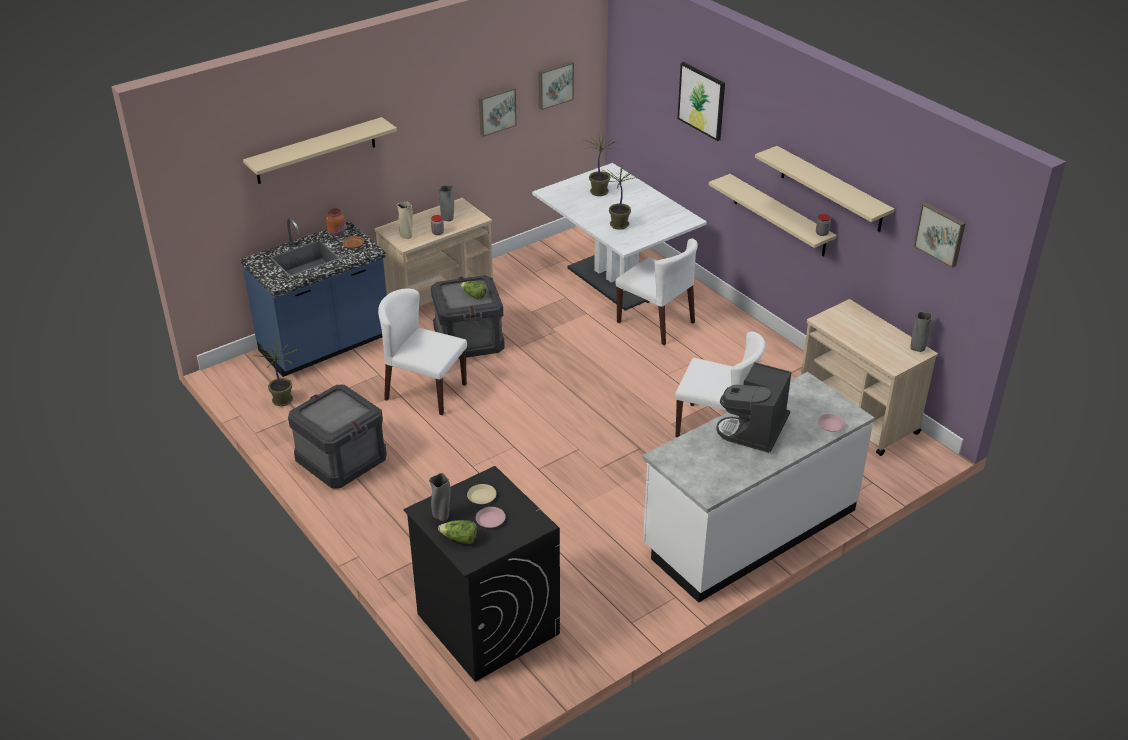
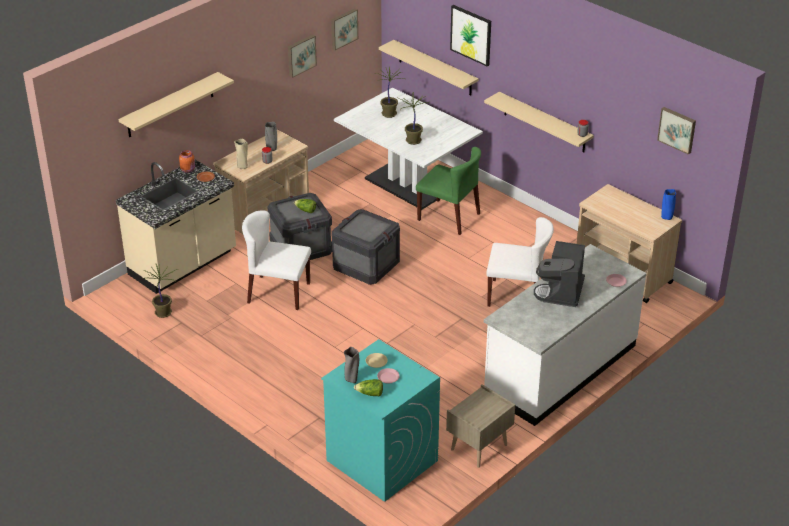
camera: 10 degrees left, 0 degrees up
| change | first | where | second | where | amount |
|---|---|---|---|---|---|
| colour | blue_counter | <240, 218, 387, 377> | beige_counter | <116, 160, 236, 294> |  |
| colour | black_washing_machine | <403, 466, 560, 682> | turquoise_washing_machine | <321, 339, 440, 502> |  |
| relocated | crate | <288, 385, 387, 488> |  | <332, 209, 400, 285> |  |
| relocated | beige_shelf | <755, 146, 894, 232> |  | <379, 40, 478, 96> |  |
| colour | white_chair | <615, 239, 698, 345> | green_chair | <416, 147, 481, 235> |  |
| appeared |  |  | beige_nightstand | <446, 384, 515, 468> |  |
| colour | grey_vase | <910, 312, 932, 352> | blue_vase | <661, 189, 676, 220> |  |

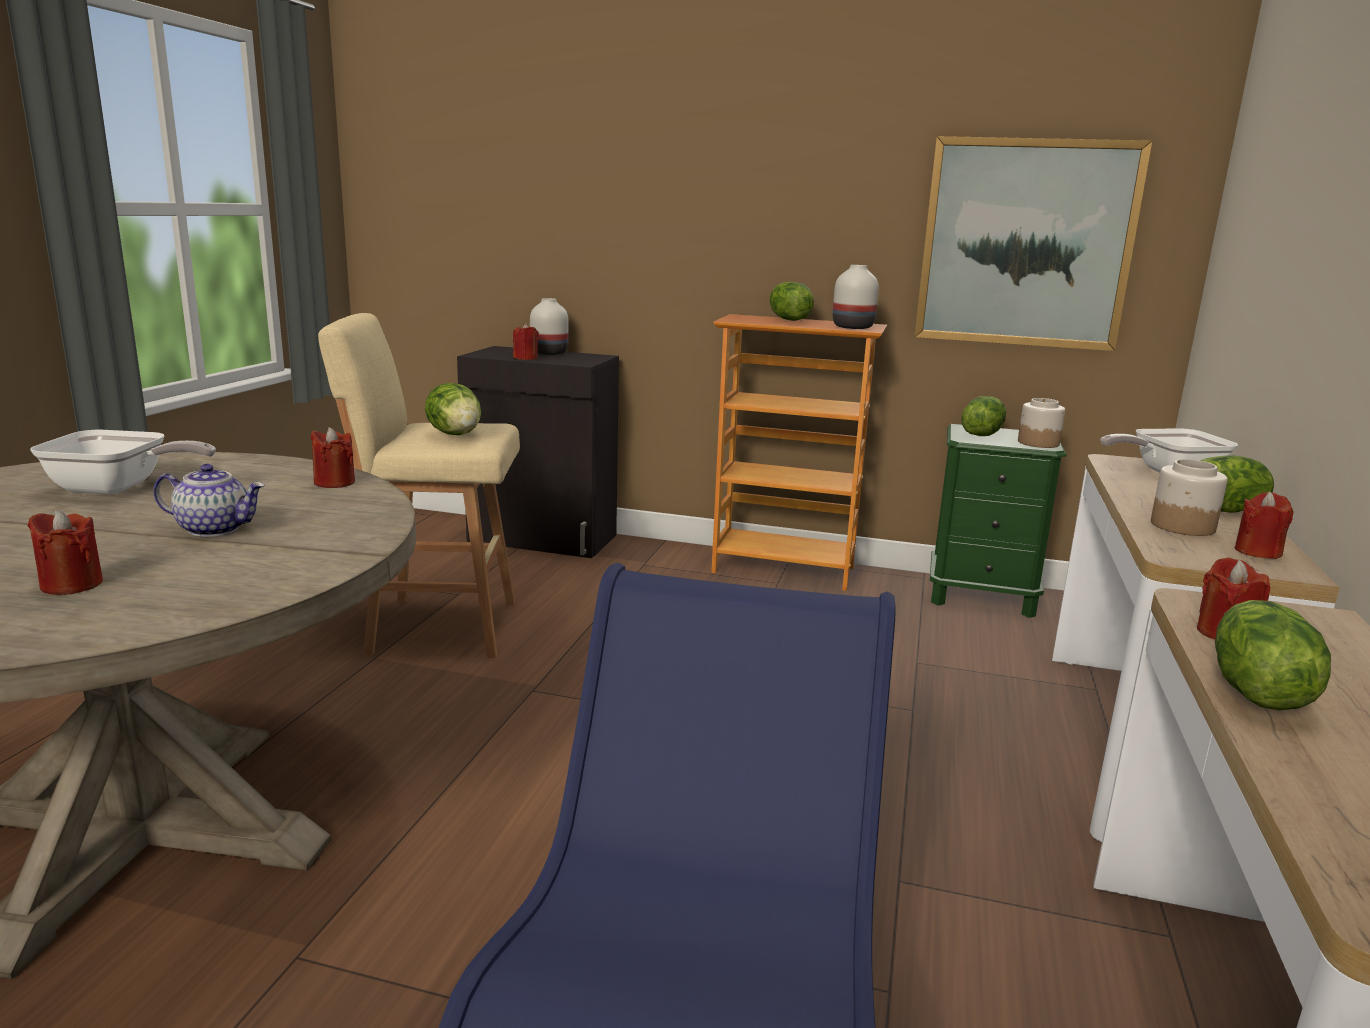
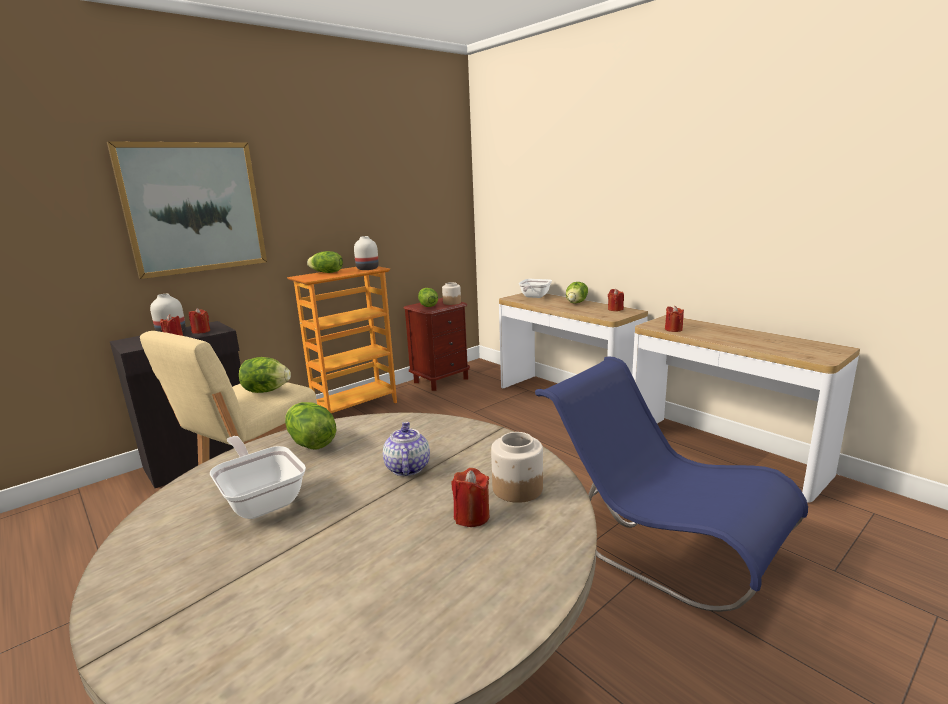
camera: 55 degrees left, 0 degrees up
| change | first | where | second | where | amount |
|---|---|---|---|---|---|
| relocated | picture | <914, 136, 1152, 351> |  | <107, 141, 267, 279> |  |
| relocated | red_candle | <311, 427, 355, 488> |  | <189, 308, 210, 334> |  |
| spun | frying_pan | <30, 430, 216, 494> |  | <210, 436, 306, 519> | 75 degrees counterclockwise |
| relocated | lettuce | <1215, 600, 1331, 711> |  | <285, 402, 336, 450> |  |
| spun | teapot | <153, 464, 265, 537> |  | <383, 422, 430, 476> | 45 degrees counterclockwise |
| colour | green_nightstand | <930, 424, 1067, 618> | brown_nightstand | <403, 298, 470, 391> |  |
| relocated | jar | <1151, 459, 1228, 536> |  | <491, 432, 543, 503> |  |

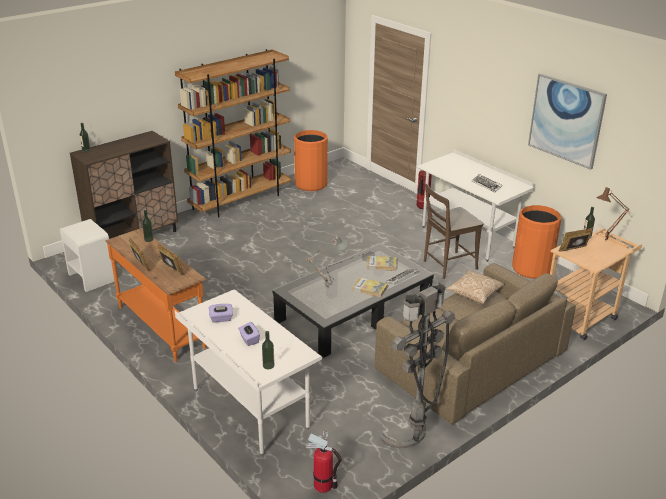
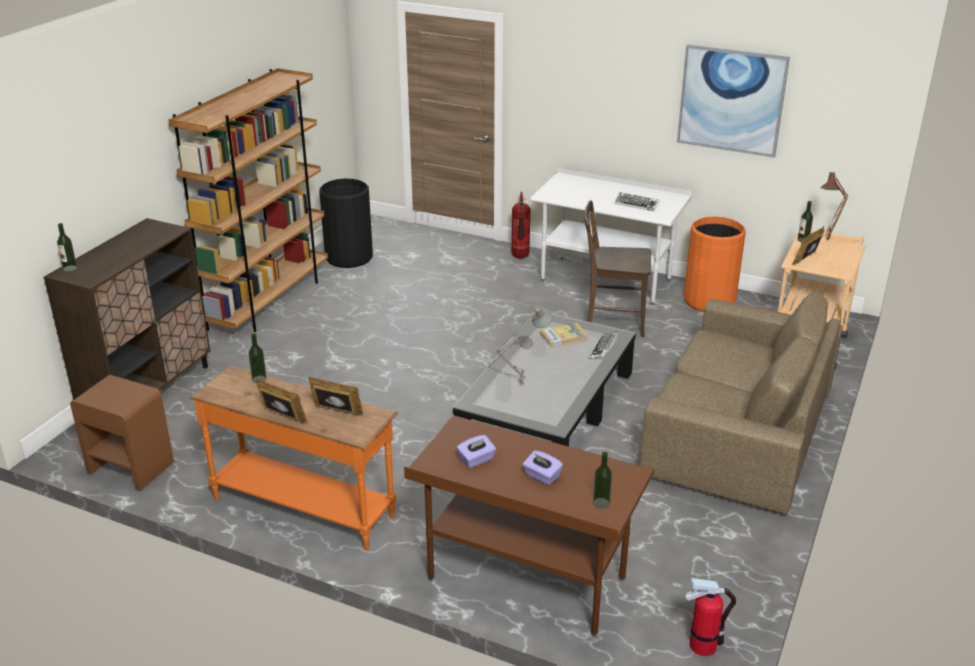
camera: 25 degrees left, 0 degrees up
| change | first | where | second | where | amount |
|---|---|---|---|---|---|
| colour | white_nightstand | <60, 219, 115, 292> | brown_nightstand | <70, 375, 174, 491> |  |
| colour | orange_trash_can | <294, 130, 328, 191> | black_trash_can | <319, 179, 373, 268> |  |
| colour | white_desk | <175, 289, 322, 456> | brown_desk | <404, 415, 654, 637> |  |
| spun | brown_chair | <424, 184, 483, 279> |  | <584, 200, 651, 337> | 60 degrees clockwise |
| missing | book | <352, 277, 388, 298> |  |  |  |
| missing | grey_floor_lamp | <381, 283, 455, 448> |  |  |  |
| missing | pillow | <446, 270, 504, 304> |  |  |  |

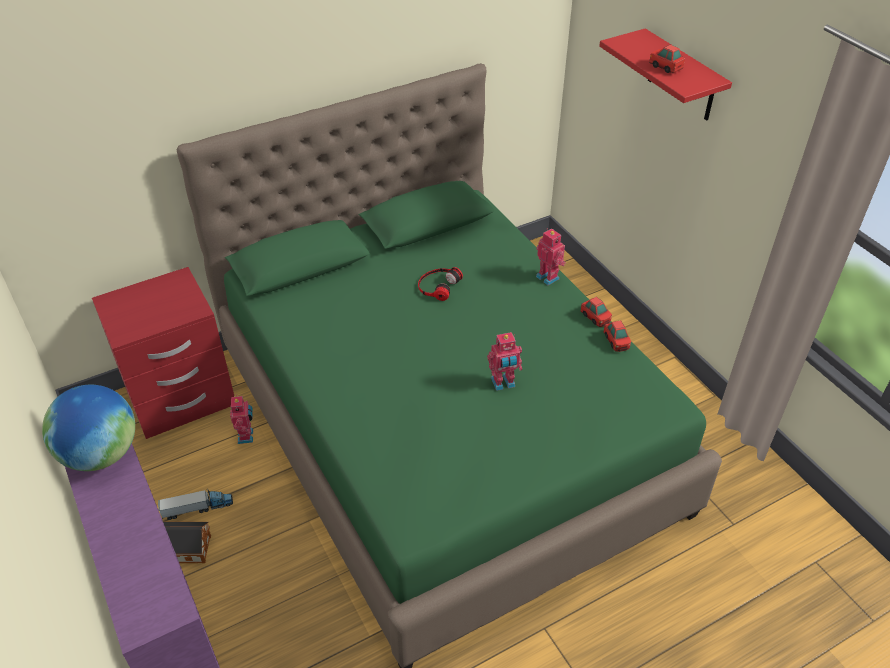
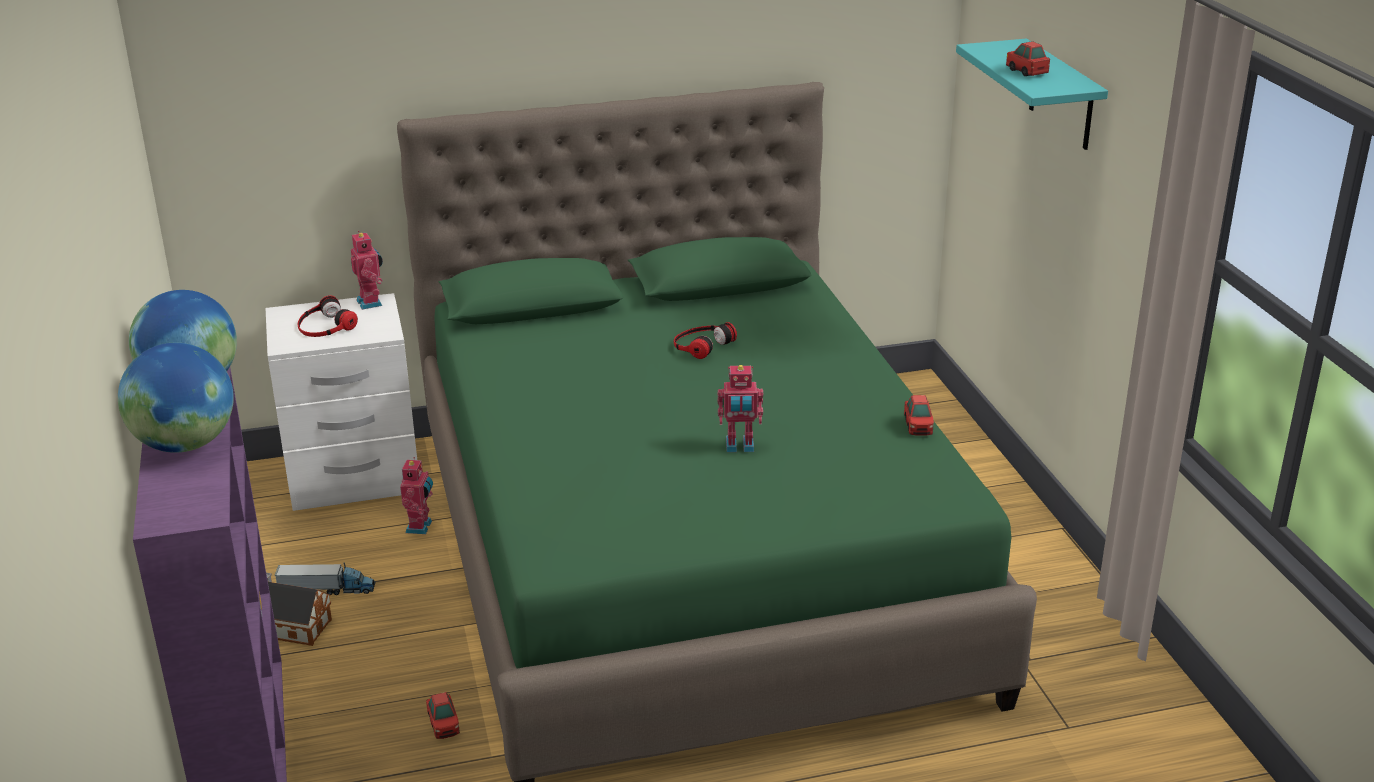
camera: 15 degrees right, 15 degrees down
| change | first | where | second | where | amount |
|---|---|---|---|---|---|
| appeared |  |  | globe | <118, 343, 234, 453> |  |
| colour | red_nightstand | <92, 267, 234, 439> | white_nightstand | <266, 293, 417, 511> |  |
| appeared |  |  | headphones | <298, 295, 358, 337> |  |
| relocated | toy_robot | <536, 228, 566, 285> |  | <351, 230, 383, 310> |  |
| relocated | toy_car | <581, 297, 612, 327> |  | <426, 692, 460, 739> |  |
| colour | red_shelf | <599, 28, 732, 121> | turquoise_shelf | <956, 39, 1108, 150> |  |

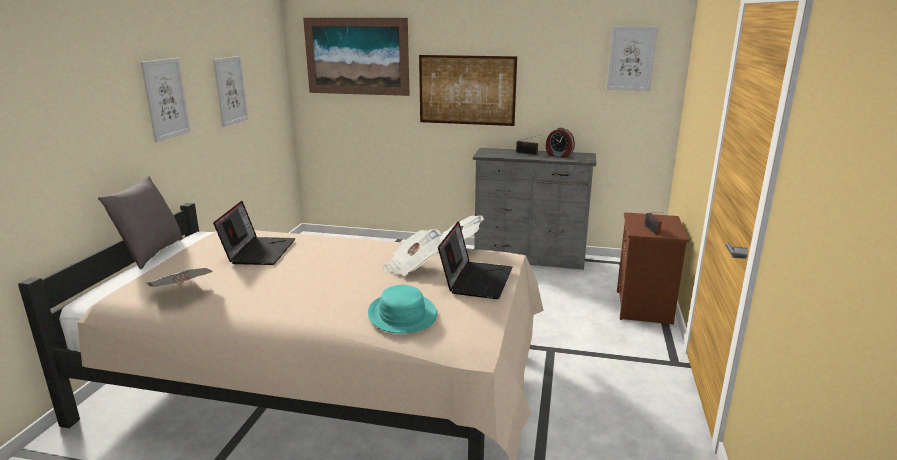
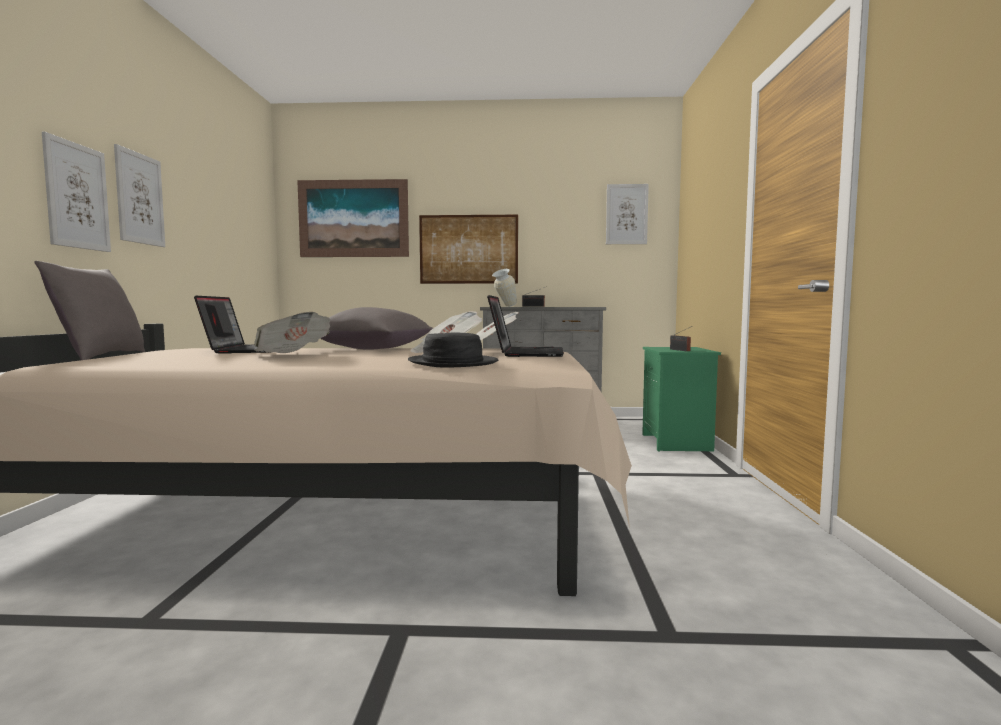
camera: 10 degrees left, 15 degrees down
| change | first | where | second | where | amount |
|---|---|---|---|---|---|
| relocated | picture | <213, 56, 248, 127> |  | <42, 132, 111, 252> |  |
| relocated | newspaper | <147, 268, 213, 287> |  | <254, 312, 331, 353> |  |
| appeared |  |  | grey_pillow | <320, 307, 433, 349> |  |
| colour | turquoise_hat | <368, 285, 437, 333> | black_hat | <408, 332, 498, 368> |  |
| appeared |  |  | vase | <492, 269, 517, 307> |  |
| colour | brown_nightstand | <617, 212, 689, 324> | green_nightstand | <642, 347, 721, 451> |  |
| missing | alarm_clock | <546, 128, 575, 158> |  |  |  |

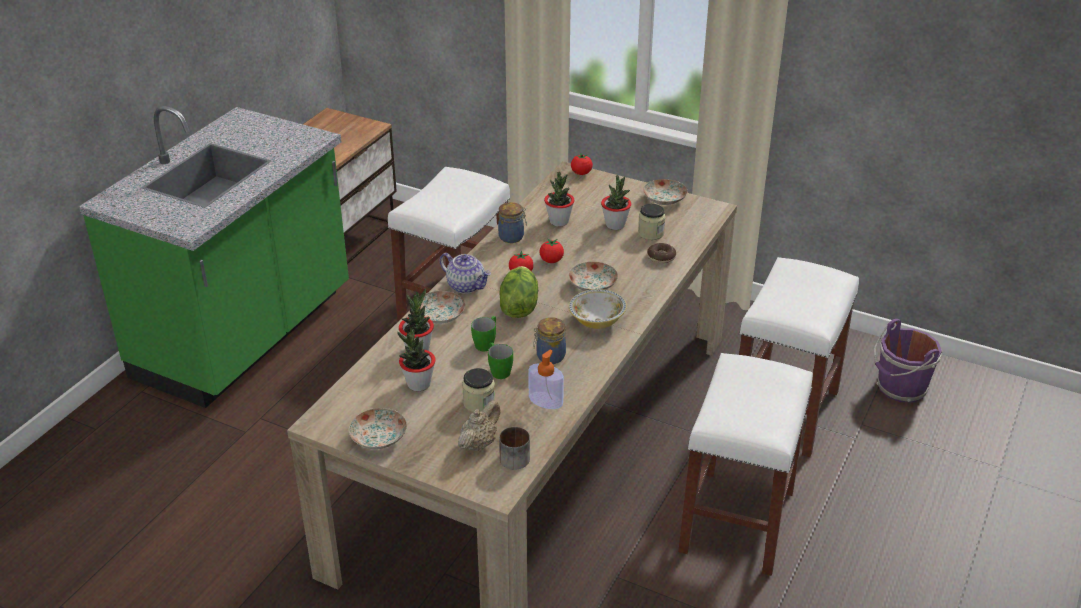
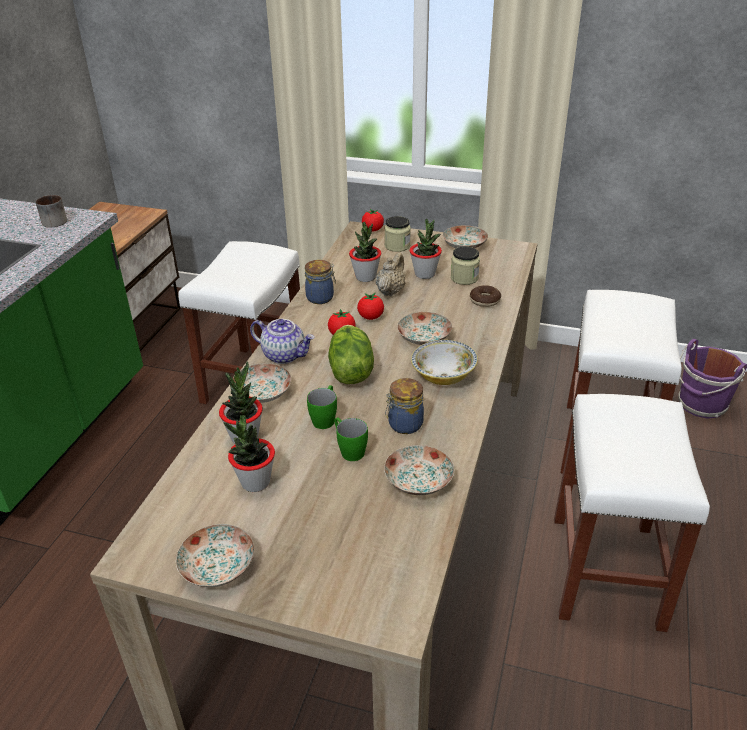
camera: 10 degrees left, 0 degrees up
| change | first | where | second | where | amount |
|---|---|---|---|---|---|
| relocated | mug | <499, 427, 530, 470> |  | <36, 195, 67, 227> |  |
| relocated | beige_teapot | <458, 400, 500, 452> |  | <376, 252, 405, 296> |  |
| relocated | jar | <462, 368, 495, 412> |  | <384, 216, 411, 252> |  |
| exchanged | soap_dispenser | <528, 350, 564, 409> | plate | <384, 445, 454, 495> |  |

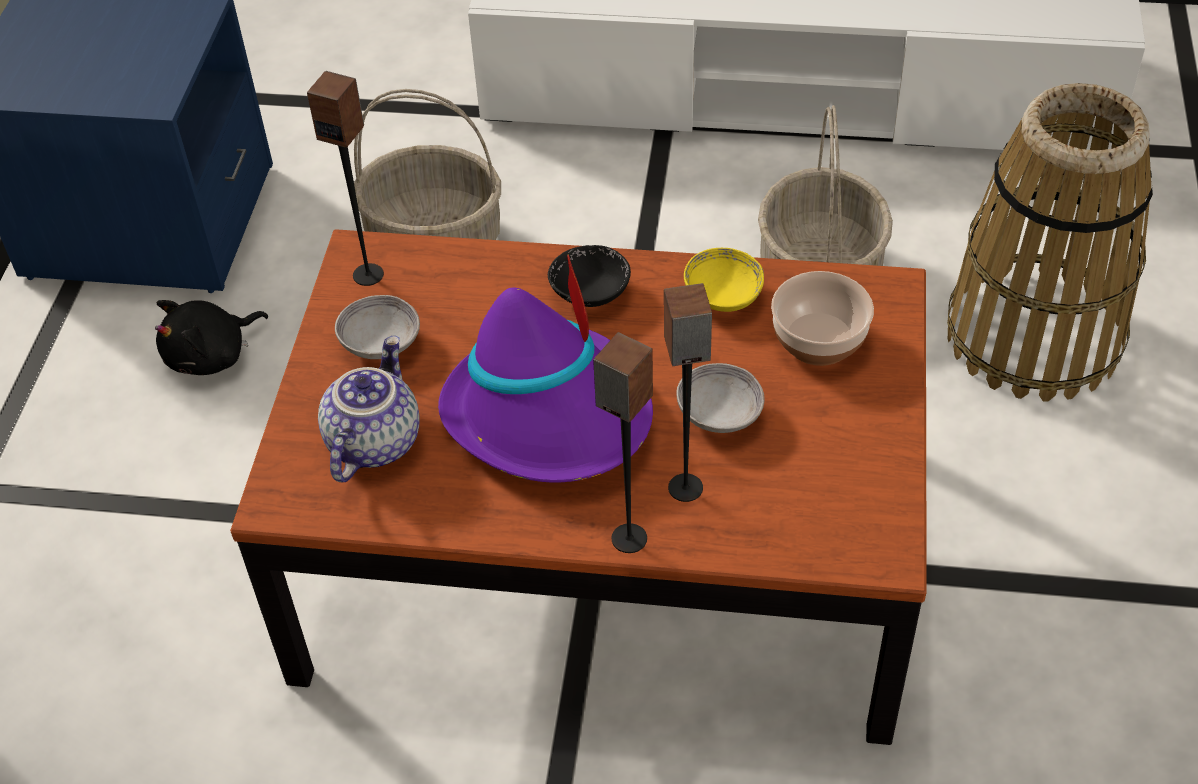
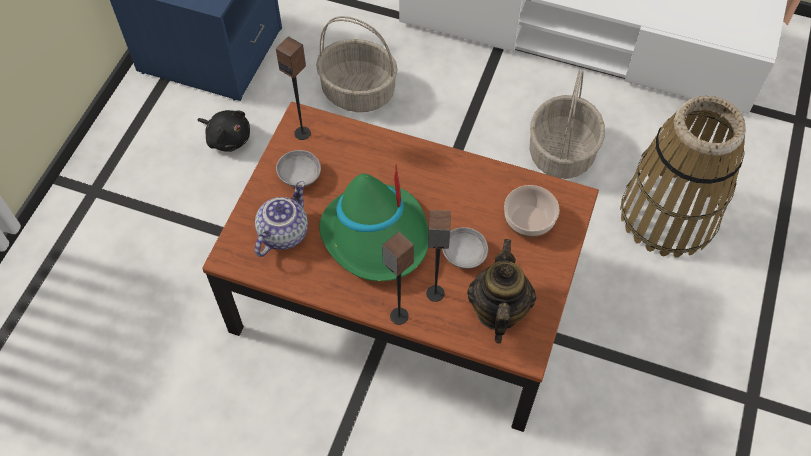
camera: 10 degrees right, 10 degrees up
| change | first | where | second | where | amount |
|---|---|---|---|---|---|
| spun | black_plush_toy | <155, 300, 268, 375> |  | <198, 110, 250, 152> | 120 degrees counterclockwise |
| colour | purple_hat | <438, 255, 653, 482> | green_hat | <319, 163, 429, 281> |  |
| appeared |  |  | teapot | <467, 239, 536, 344> |  |
| missing | black_bowl | <548, 245, 631, 307> |  |  |  |
| missing | yellow_bowl | <684, 248, 764, 312> |  |  |  |

